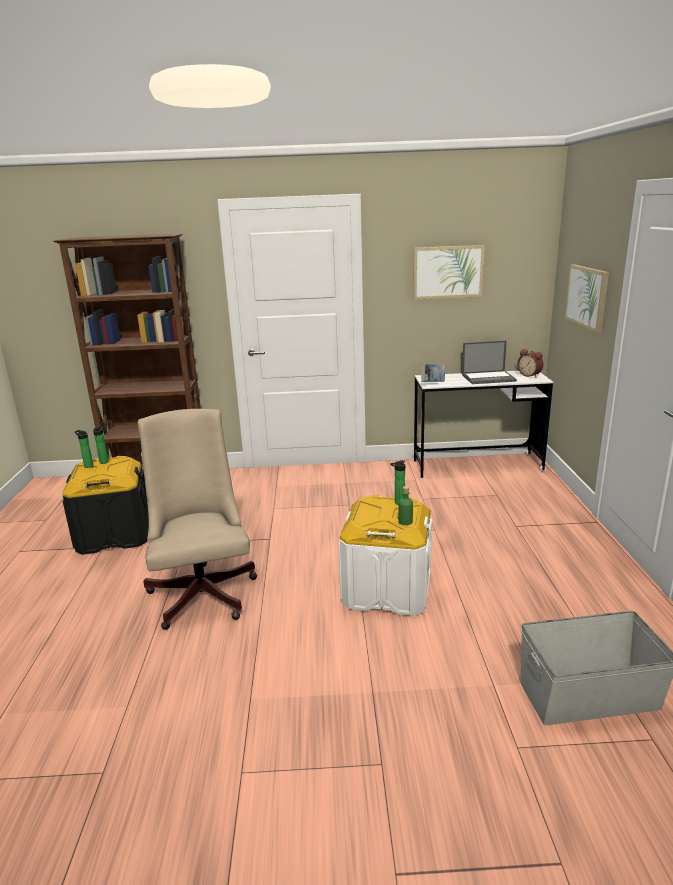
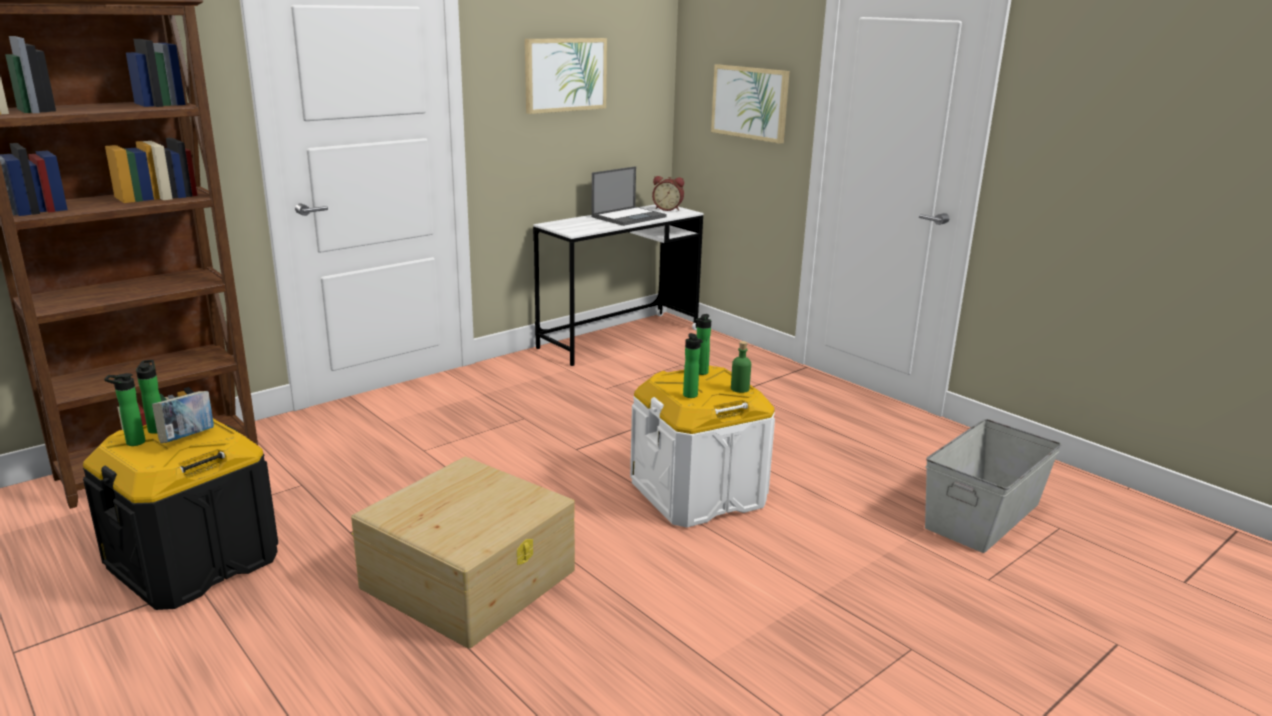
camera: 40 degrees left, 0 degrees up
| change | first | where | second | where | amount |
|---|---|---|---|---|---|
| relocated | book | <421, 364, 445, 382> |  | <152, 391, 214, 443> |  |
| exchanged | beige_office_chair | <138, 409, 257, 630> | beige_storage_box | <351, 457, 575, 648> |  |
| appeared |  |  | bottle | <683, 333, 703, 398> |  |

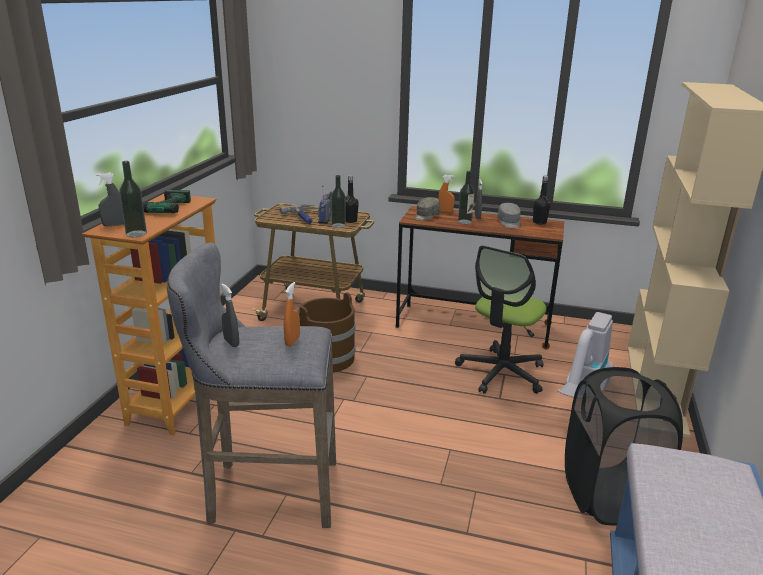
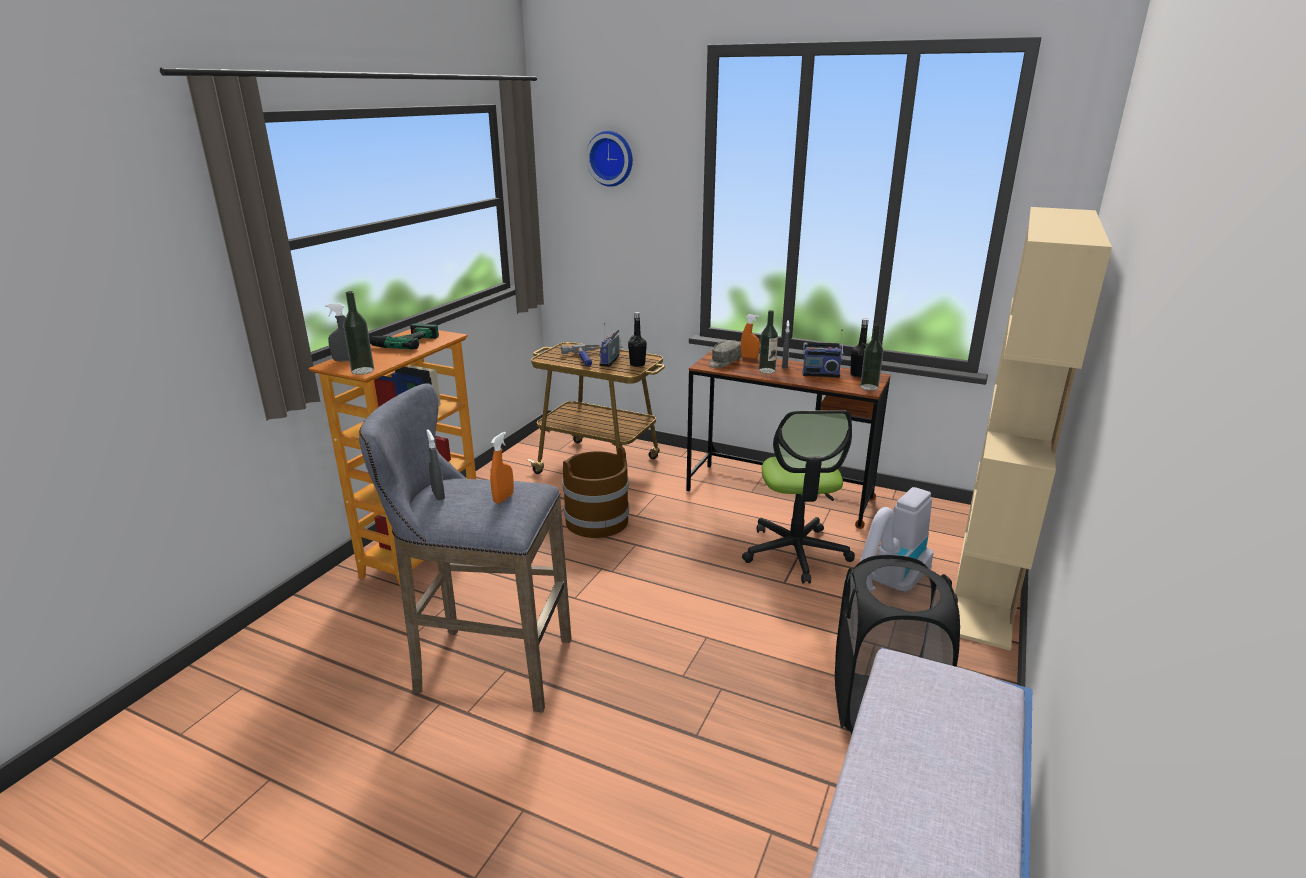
camera: 10 degrees right, 0 degrees up
| change | first | where | second | where | amount |
|---|---|---|---|---|---|
| appeared |  |  | wall_clock | <586, 131, 633, 187> |  |
| spun | office_chair | <455, 245, 546, 394> |  | <742, 410, 855, 583> | 45 degrees counterclockwise |
| exchanged | grey_cap | <497, 203, 520, 228> | radio | <802, 329, 843, 377> |  |
| relocated | bottle | <331, 175, 345, 228> |  | <860, 324, 883, 390> |  |

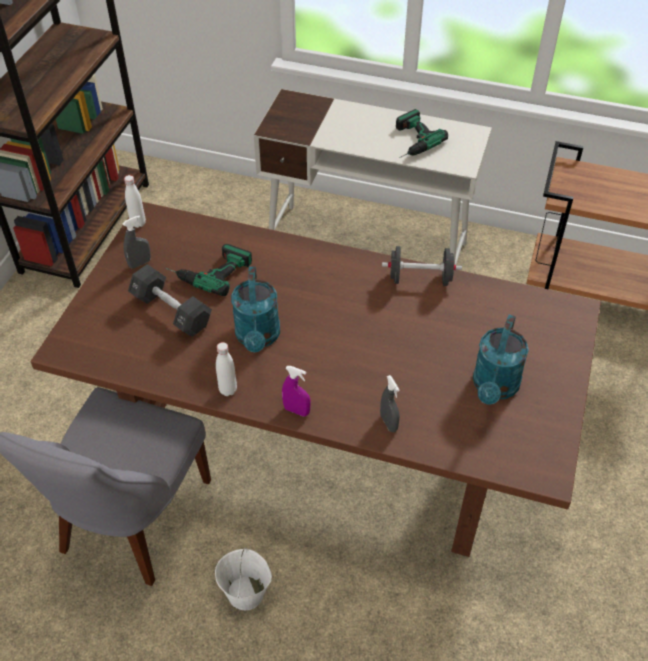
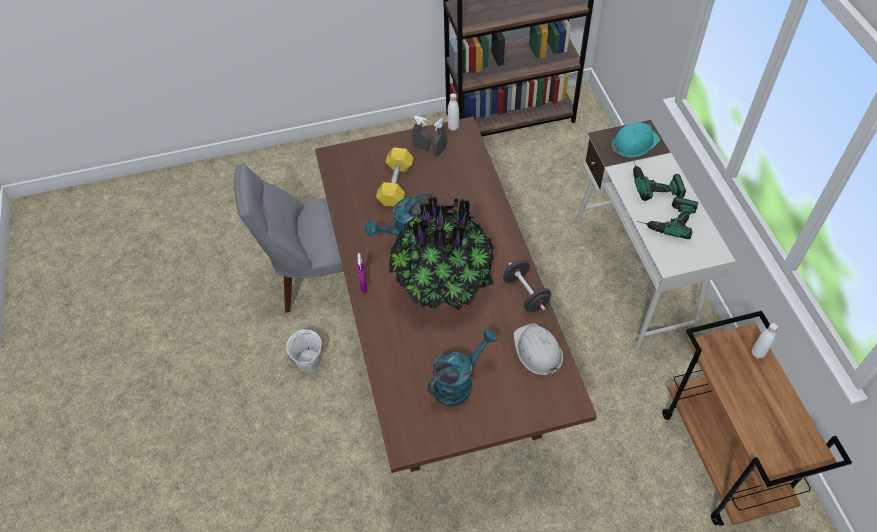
camera: 60 degrees right, 5 degrees up
| change | first | where | second | where | amount |
|---|---|---|---|---|---|
| colour | black_dumbbell | <128, 264, 212, 337> | yellow_dumbbell | <376, 147, 414, 207> |  |
| appeared |  |  | potted_plant | <389, 197, 495, 310> |  |
| spun | turquoise_watering_can | <473, 315, 529, 404> |  | <427, 329, 498, 406> | 150 degrees clockwise |
| relocated | grey_spray_bottle | <380, 375, 400, 432> |  | <433, 118, 447, 156> |  |
| appeared |  |  | white_hard_hat | <513, 323, 563, 376> |  |
| appeared |  |  | turquoise_hard_hat | <612, 122, 660, 158> |  |
| relocated | power_drill | <165, 244, 252, 296> |  | <633, 159, 686, 201> |  |
| relocated | white_bottle | <216, 342, 237, 396> |  | <752, 323, 778, 358> |  |

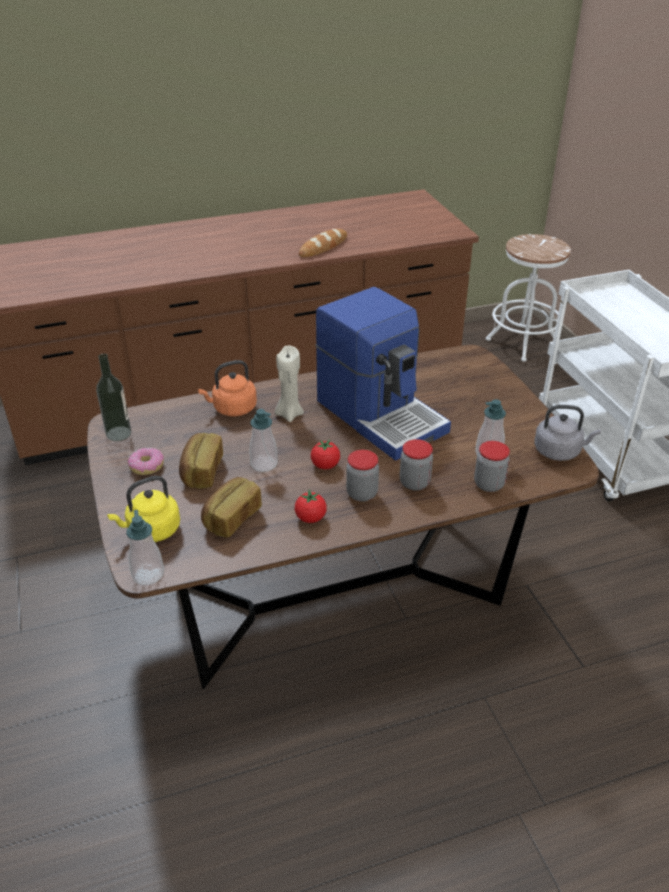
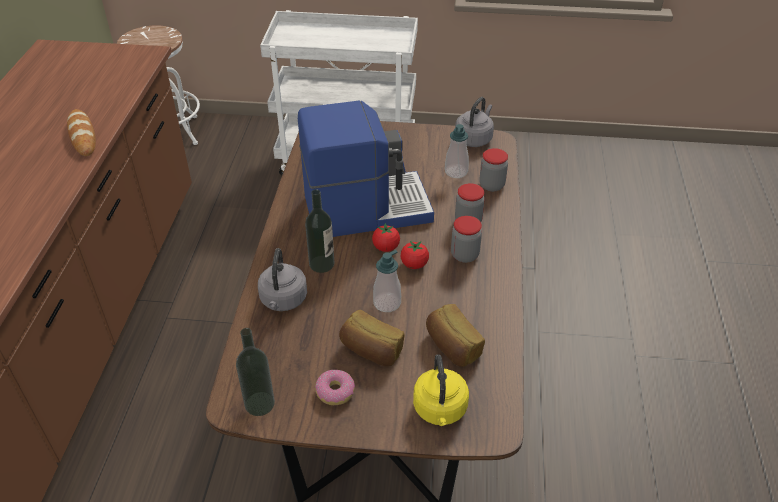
camera: 65 degrees left, 5 degrees up
| change | first | where | second | where | amount |
|---|---|---|---|---|---|
| colour | orange_kettle | <198, 360, 257, 417> | grey_kettle | <258, 248, 307, 311> |  |
| exchanged | beige_candle | <275, 345, 304, 422> | bottle | <305, 189, 334, 273> |  |
| relocated | tomato | <295, 490, 327, 523> |  | <372, 223, 400, 252> |  |
| missing | soap_dispenser | <126, 510, 164, 585> |  |  |  |

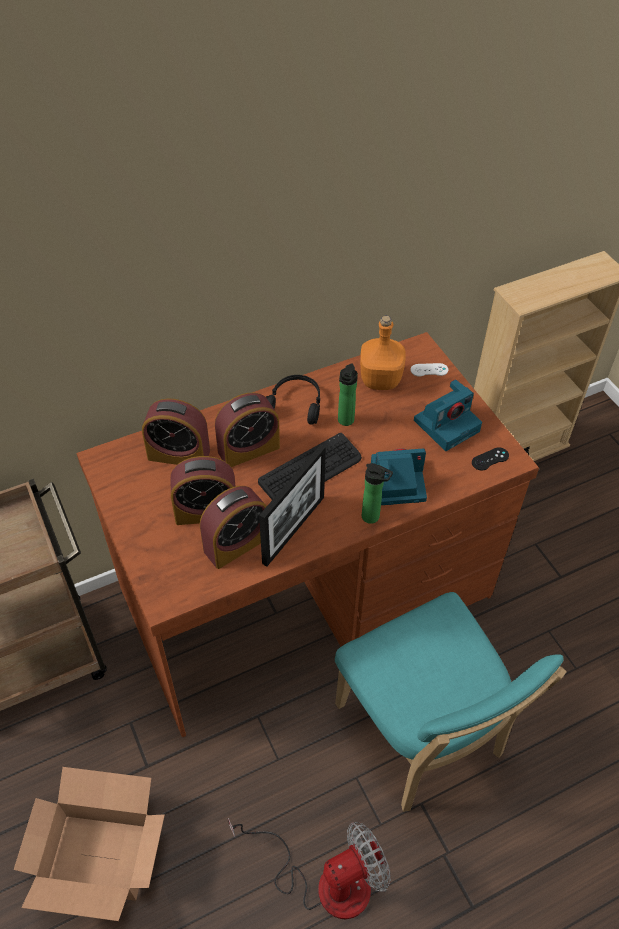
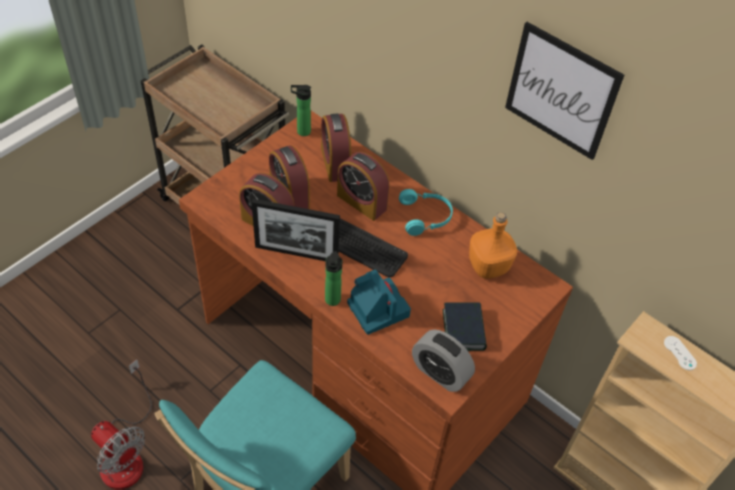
camera: 65 degrees right, 0 degrees up
| change | first | where | second | where | amount |
|---|---|---|---|---|---|
| relocated | bottle | <338, 363, 358, 426> |  | <291, 85, 311, 136> |  |
| colour | black_headphones | <266, 375, 320, 425> | turquoise_headphones | <399, 189, 453, 236> |  |
| exchanged | black_game_controller | <472, 447, 509, 471> | alarm_clock | <412, 330, 475, 392> |  |
| exchanged | photo_camera | <414, 380, 482, 451> | book | <443, 302, 487, 351> |  |
| appeared |  |  | picture | <505, 22, 624, 160> |  |
| relocated | white_game_controller | <411, 363, 448, 377> |  | <664, 336, 697, 370> |  |
| missing | cardboard_box | <14, 767, 165, 921> |  |  |  |

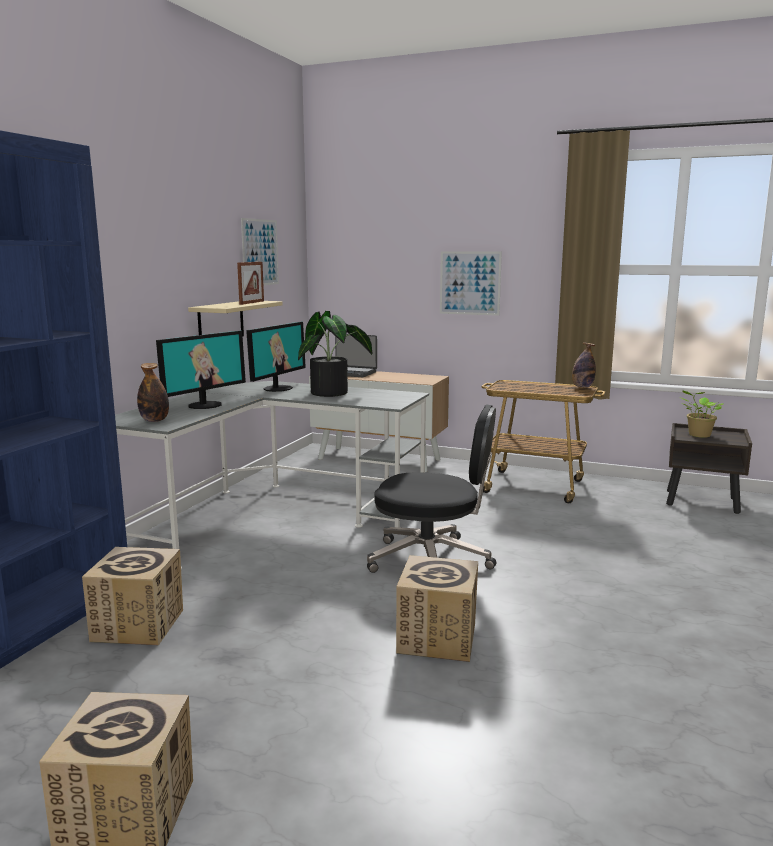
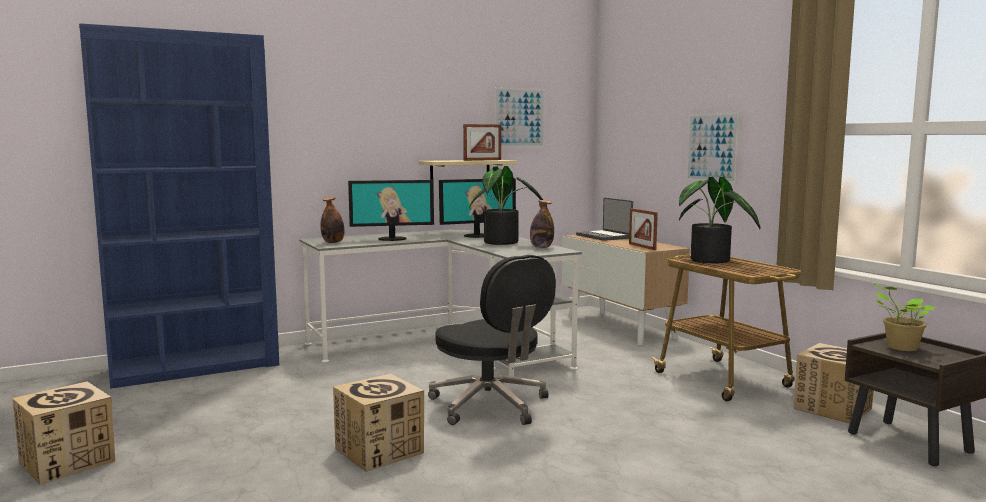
camera: 40 degrees right, 5 degrees down
| change | first | where | second | where | amount |
|---|---|---|---|---|---|
| relocated | bottle | <572, 343, 596, 388> |  | <530, 200, 554, 248> |  |
| appeared |  |  | picture_frame | <629, 208, 658, 250> |  |
| appeared |  |  | potted_plant | <679, 177, 761, 264> |  |
| relocated | cardboard_box | <82, 547, 183, 645> |  | <793, 343, 874, 423> |  |

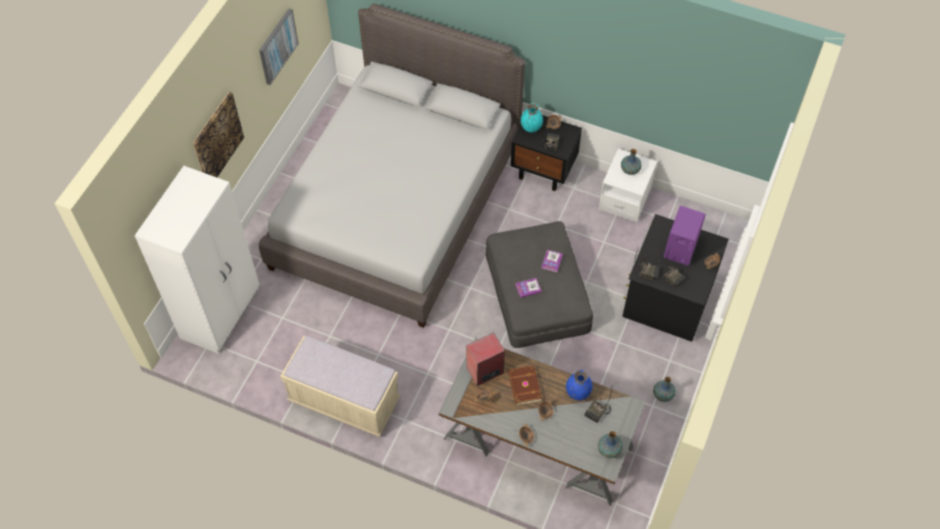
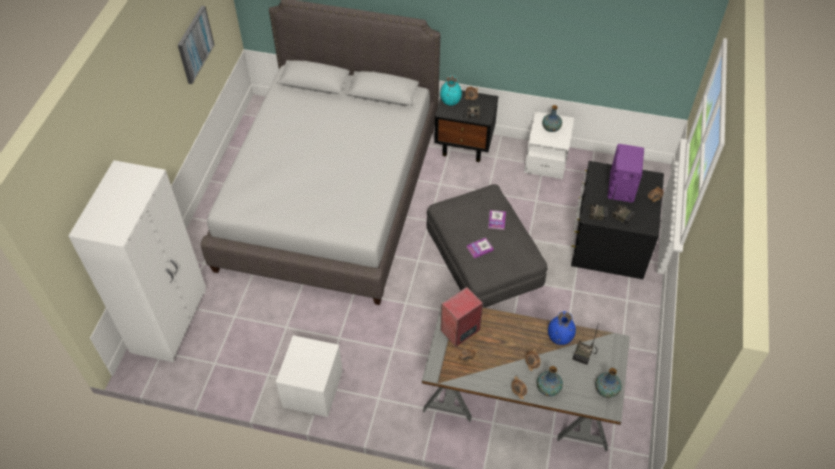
camera: 10 degrees left, 5 degrees down
| change | first | where | second | where | amount |
|---|---|---|---|---|---|
| exchanged | beige_bench | <280, 336, 400, 437> | white_nightstand | <276, 335, 343, 417> |  |
| relocated | vase | <653, 377, 676, 402> |  | <537, 366, 563, 396> |  |
| missing | picture | <193, 92, 244, 177> |  |  |  |
| missing | brown_book | <508, 365, 542, 405> |  |  |  |

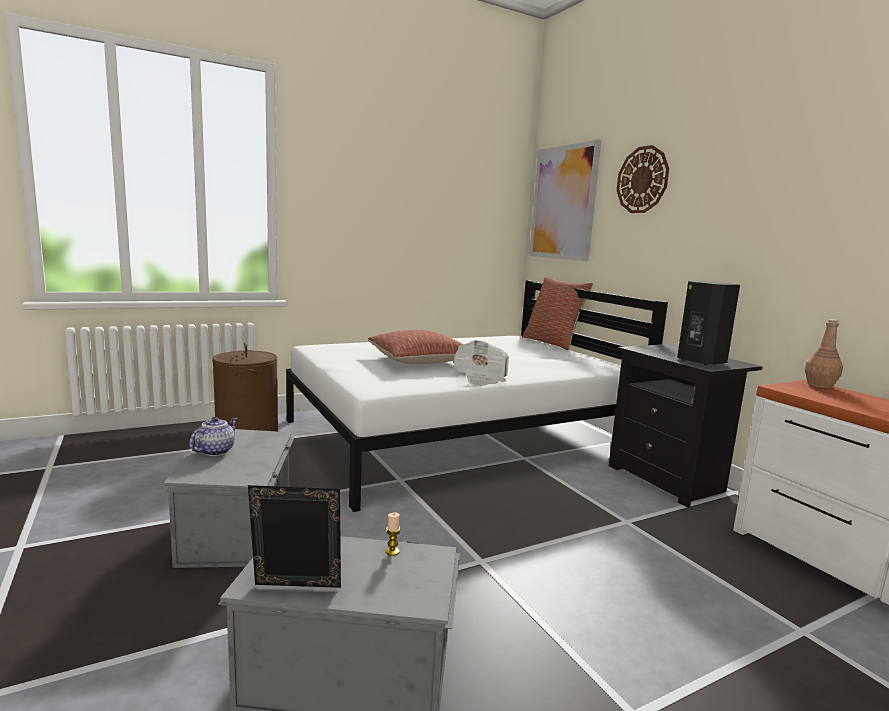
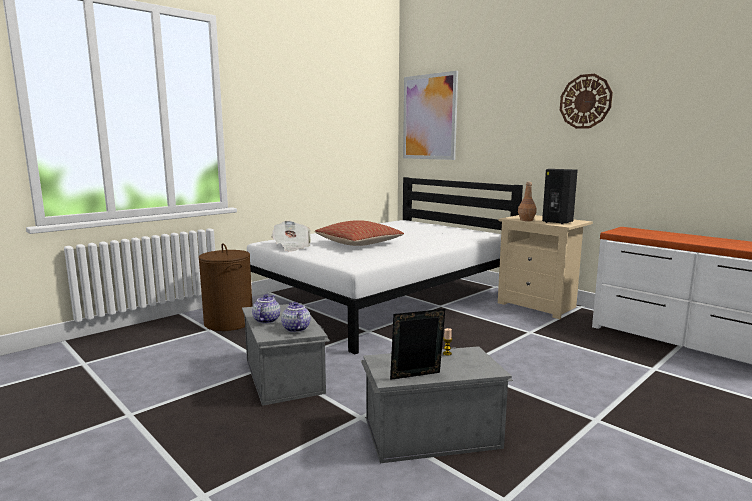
camera: 15 degrees left, 0 degrees up
| change | first | where | second | where | amount |
|---|---|---|---|---|---|
| relocated | newspaper | <453, 340, 509, 386> |  | <271, 221, 311, 252> |  |
| appeared |  |  | teapot | <281, 302, 311, 332> |  |
| colour | black_nightstand | <609, 344, 763, 508> | beige_nightstand | <498, 215, 593, 319> |  |
| relocated | brown_bottle | <804, 319, 843, 388> |  | <518, 182, 537, 221> |  |
| relocated | wall_clock | <617, 145, 669, 213> |  | <560, 74, 613, 129> |  |
| missing | pillow | <522, 277, 593, 350> |  |  |  |

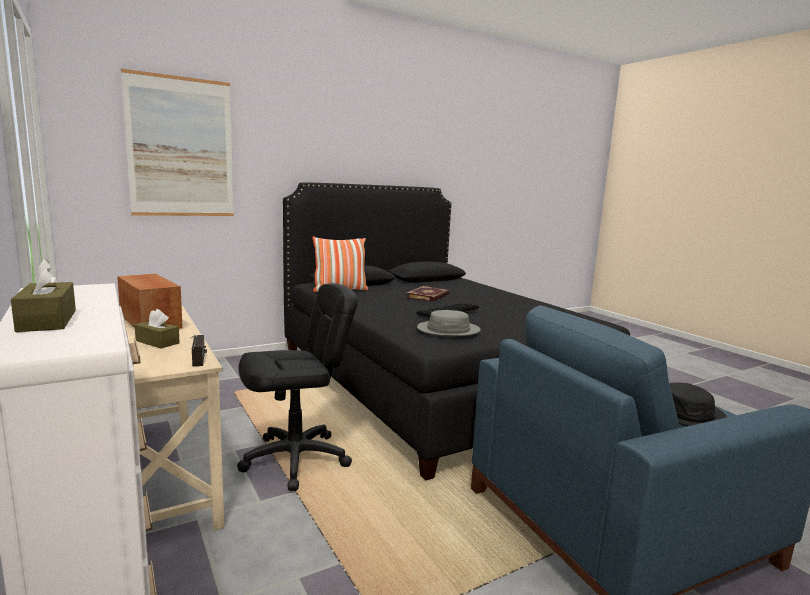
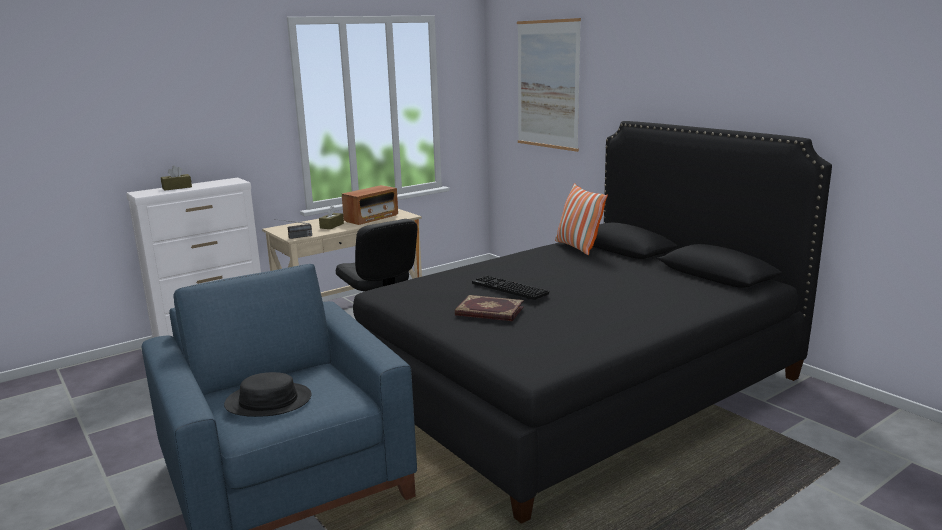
camera: 85 degrees right, 5 degrees up
| change | first | where | second | where | amount |
|---|---|---|---|---|---|
| relocated | book | <406, 286, 449, 302> |  | <455, 295, 524, 321> |  |
| missing | grey_hat | <417, 310, 481, 337> |  |  |  |

